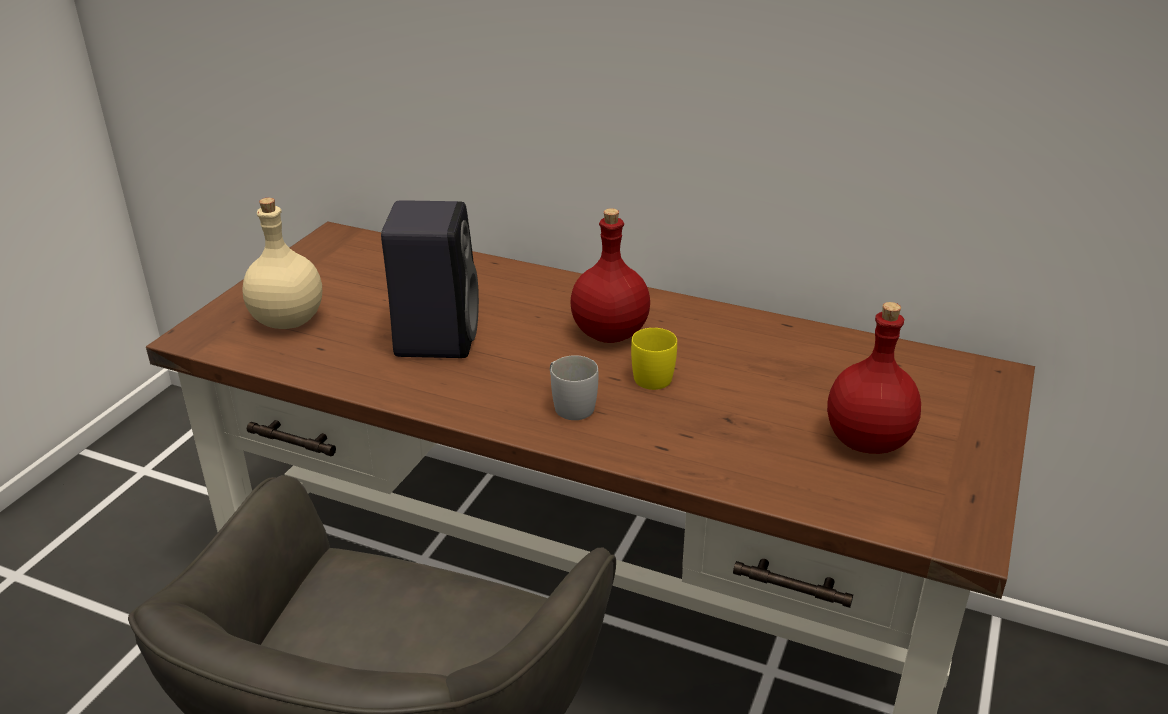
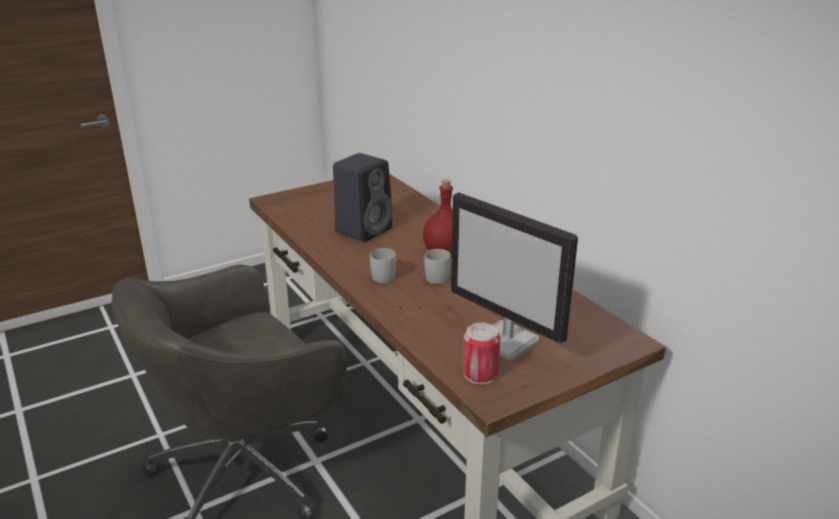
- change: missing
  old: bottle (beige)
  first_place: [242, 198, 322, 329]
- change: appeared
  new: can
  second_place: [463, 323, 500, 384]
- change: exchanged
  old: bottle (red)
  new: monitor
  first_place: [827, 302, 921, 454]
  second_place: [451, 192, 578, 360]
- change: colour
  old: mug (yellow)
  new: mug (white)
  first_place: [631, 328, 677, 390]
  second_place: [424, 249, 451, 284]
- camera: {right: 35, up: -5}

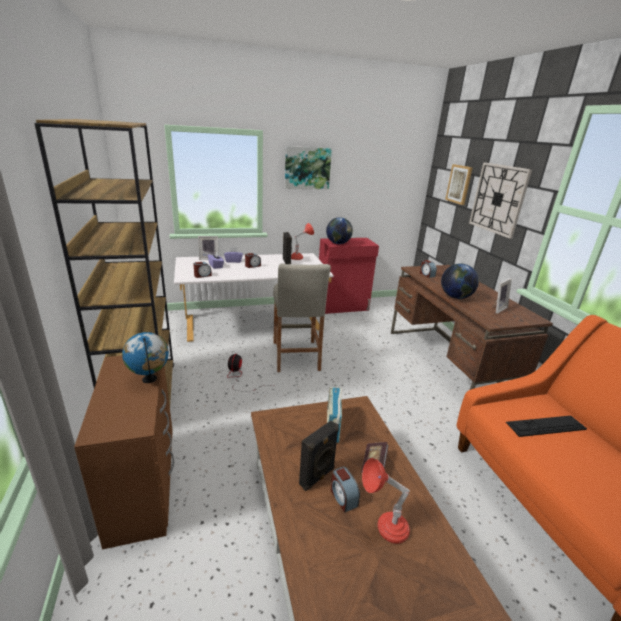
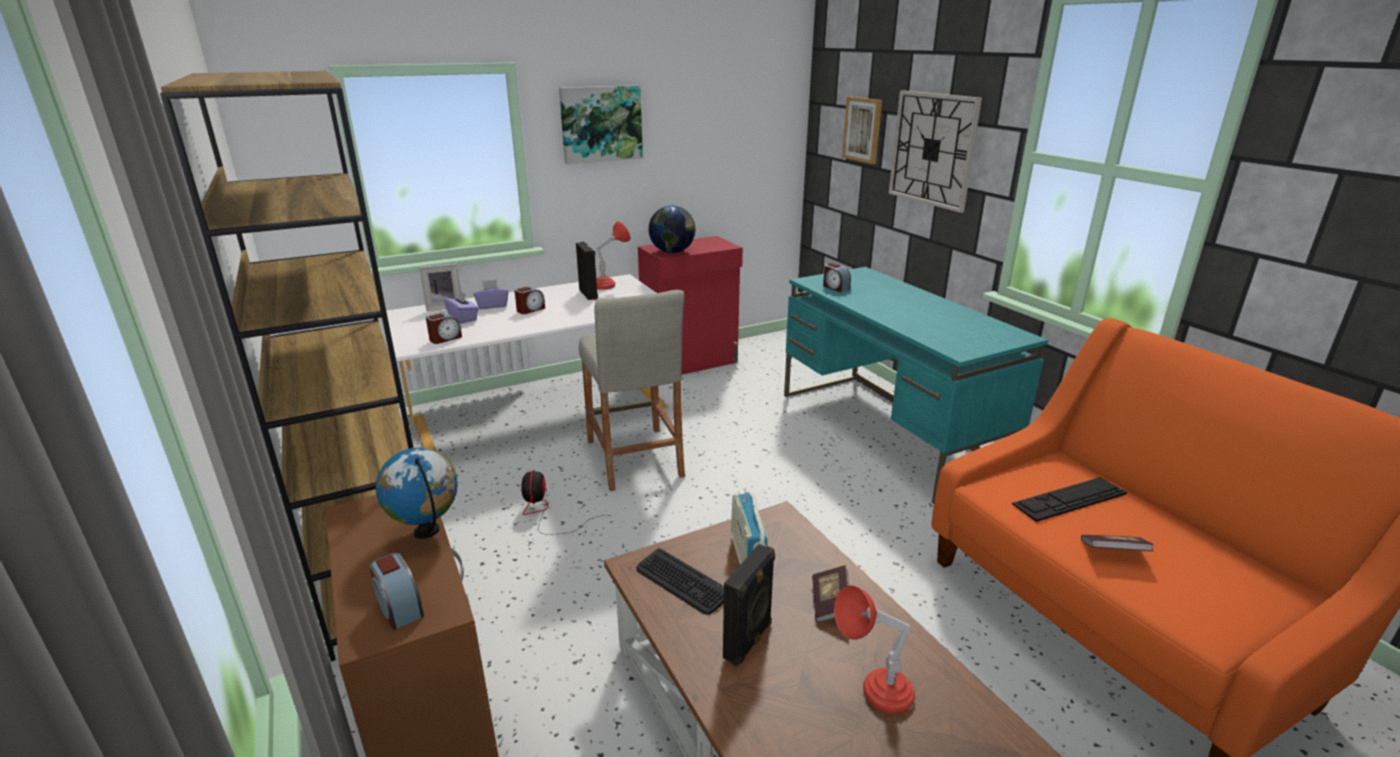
- change: missing
  old: globe
  first_place: [441, 264, 479, 299]
- change: missing
  old: picture frame
  first_place: [492, 278, 512, 314]
- change: appeared
  new: keyboard
  second_place: [636, 548, 724, 615]
- change: appeared
  new: book
  second_place: [1081, 535, 1154, 551]
- change: relocated
  old: alarm clock
  first_place: [331, 467, 360, 513]
  second_place: [369, 553, 424, 630]
- change: colour
  old: desk (brown)
  new: desk (turquoise)
  first_place: [391, 265, 553, 390]
  second_place: [784, 267, 1048, 504]
- camera: {right: -10, up: 0}

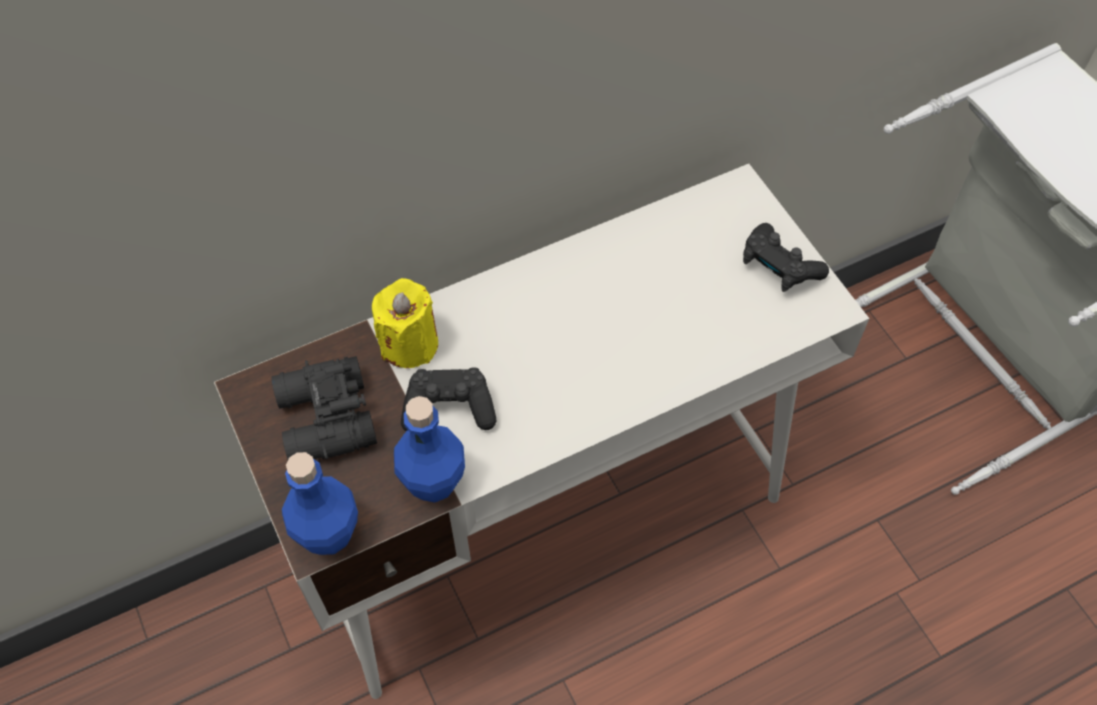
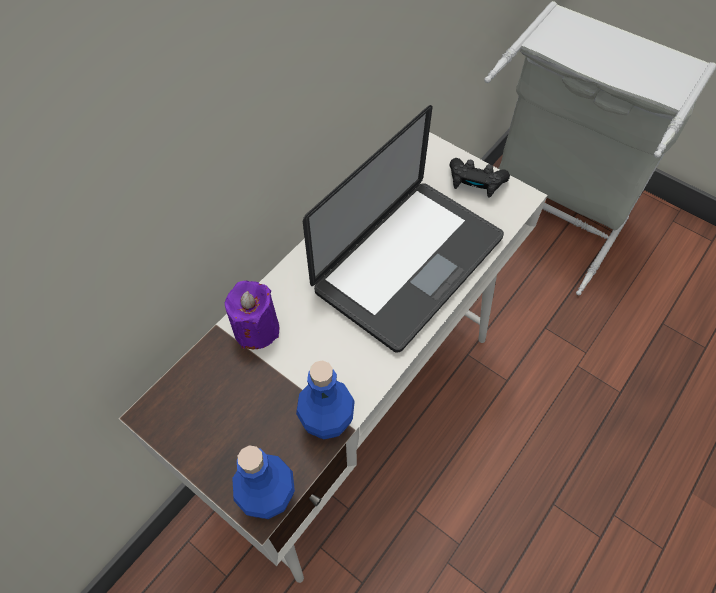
- change: missing
  old: binoculars (black)
  first_place: [271, 356, 377, 460]
- change: missing
  old: game controller (black)
  first_place: [401, 367, 496, 431]
- change: appeared
  new: laptop
  second_place: [303, 105, 504, 353]
- change: colour
  old: candle (yellow)
  new: candle (purple)
  first_place: [372, 278, 438, 368]
  second_place: [225, 281, 279, 349]
- camera: {right: -25, up: 0}

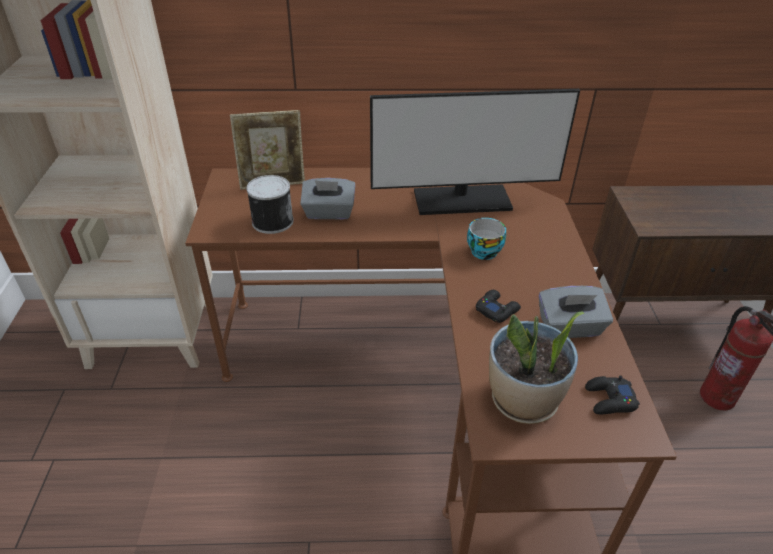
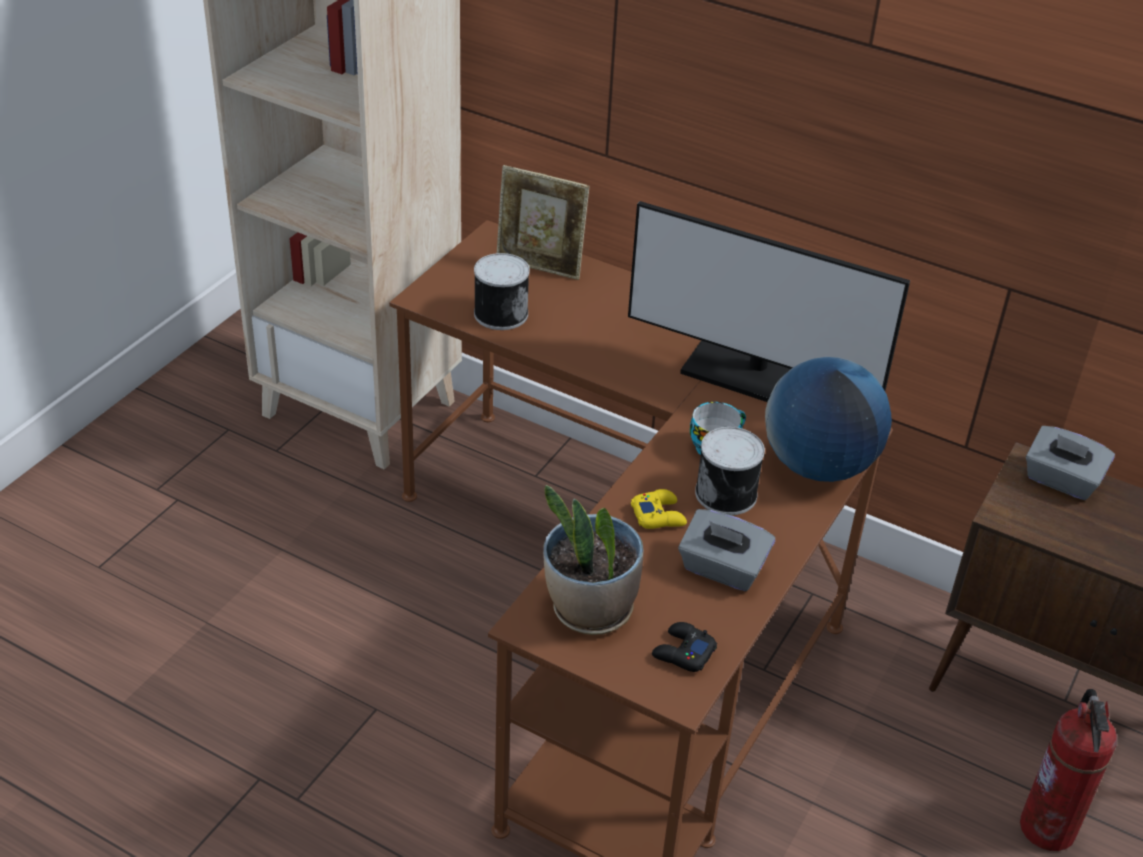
- change: appeared
  new: can
  second_place: [695, 427, 765, 515]
- change: appeared
  new: globe
  second_place: [765, 357, 892, 482]
- change: relocated
  old: tissue box (grey)
  first_place: [300, 178, 355, 220]
  second_place: [1026, 426, 1115, 500]
- change: colour
  old: game controller (black)
  new: game controller (yellow)
  first_place: [476, 290, 521, 323]
  second_place: [631, 489, 687, 529]
- camera: {right: 30, up: 0}

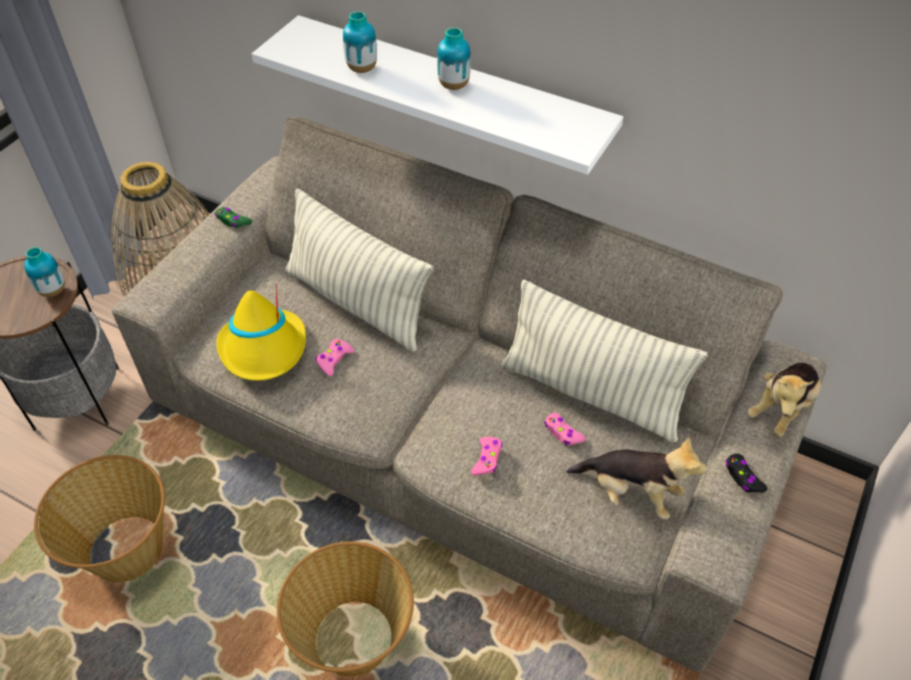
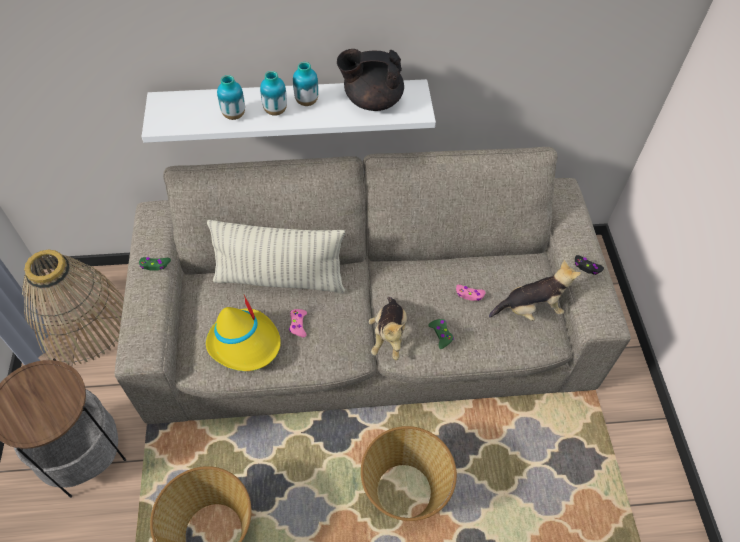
- change: missing
  old: pillow
  first_place: [501, 280, 708, 443]
- change: appeared
  new: teapot (black)
  second_place: [337, 49, 404, 111]
- change: relocated
  old: vase
  first_place: [24, 247, 65, 297]
  second_place: [260, 71, 287, 116]
- change: relocated
  old: plush toy
  first_place: [747, 363, 821, 437]
  second_place: [369, 297, 407, 360]
- change: colour
  old: game controller (pink)
  new: game controller (green)
  first_place: [471, 437, 503, 475]
  second_place: [428, 319, 454, 349]
- camera: {right: -35, up: 5}

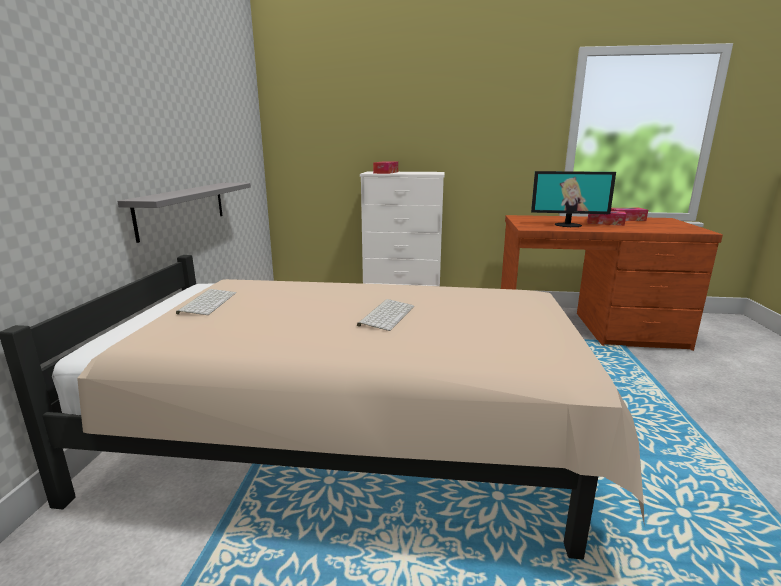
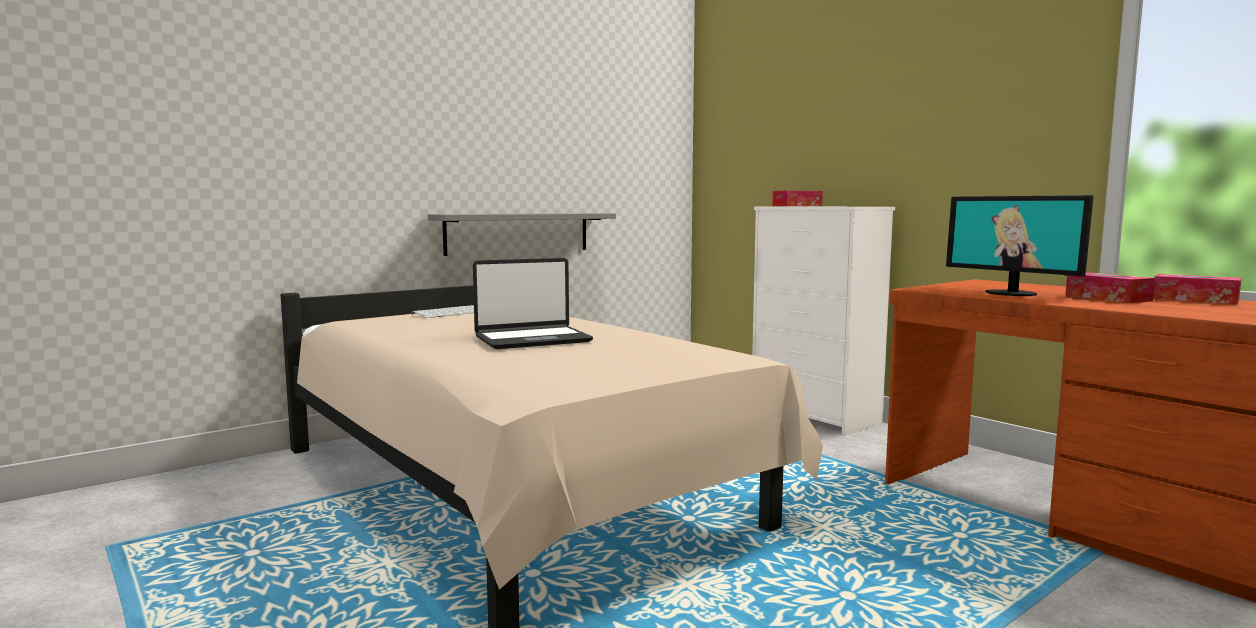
- change: exchanged
  old: keyboard
  new: laptop
  first_place: [357, 299, 414, 331]
  second_place: [473, 258, 593, 349]
- camera: {right: 45, up: -10}

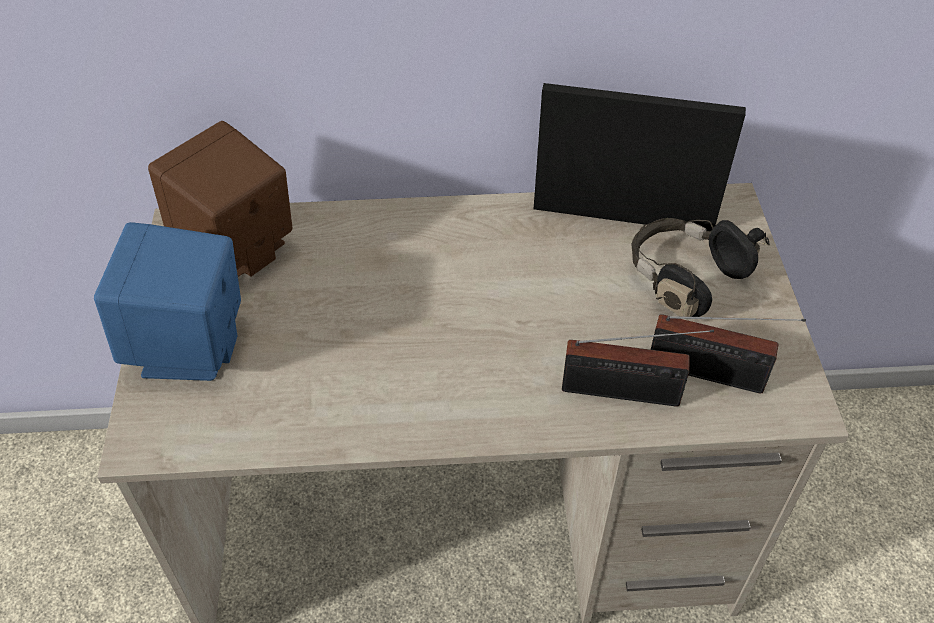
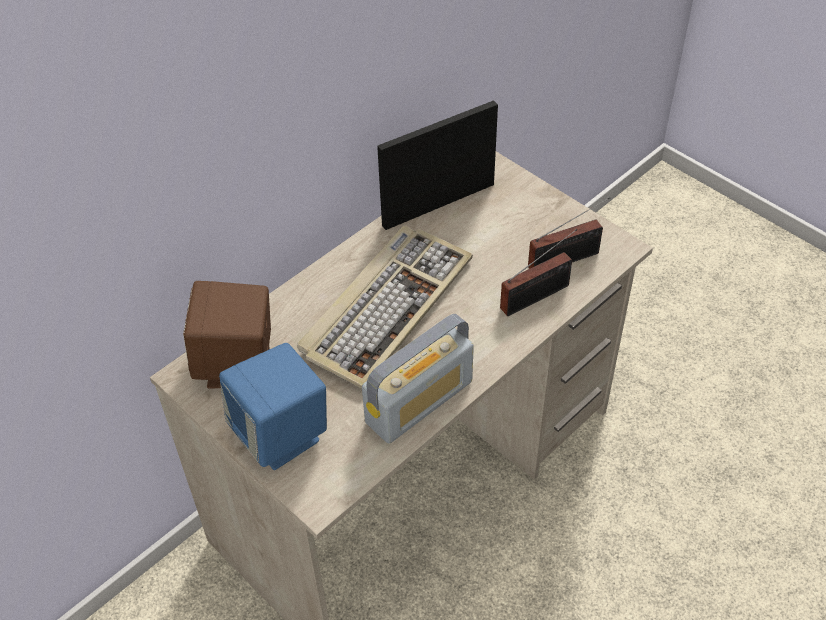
- change: missing
  old: headphones (black)
  first_place: [631, 218, 770, 317]
- change: appeared
  new: keyboard
  second_place: [297, 225, 473, 389]
- change: appeared
  new: radio
  second_place: [362, 313, 474, 443]
- camera: {right: -40, up: 0}

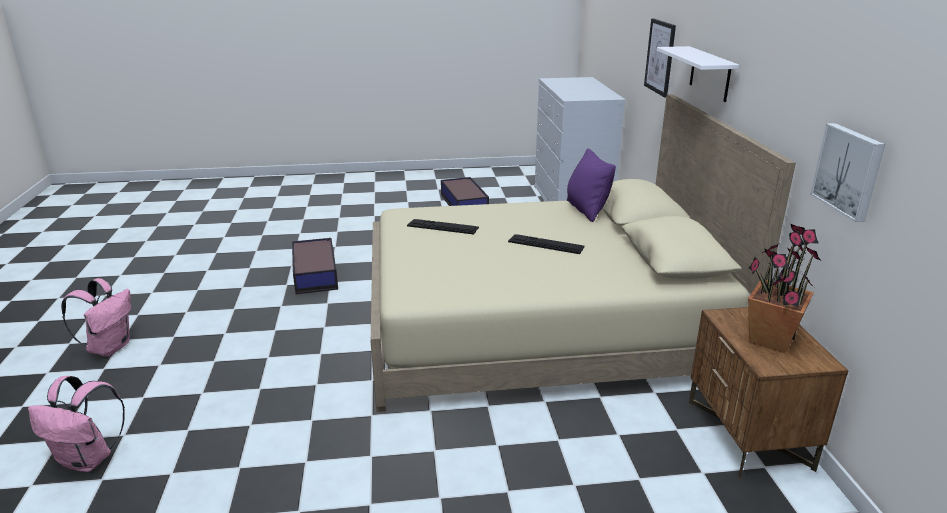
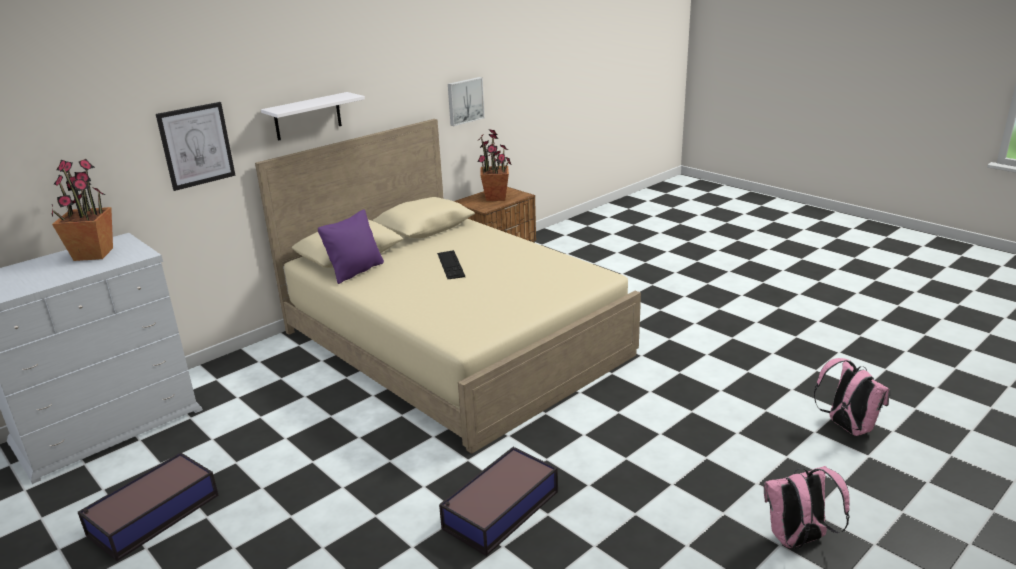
- change: missing
  old: keyboard
  first_place: [407, 219, 479, 234]
- change: appeared
  new: potted plant
  second_place: [52, 159, 113, 261]
- camera: {right: -125, up: 0}

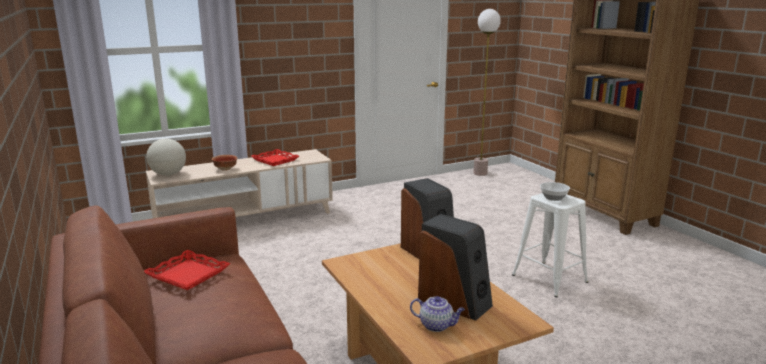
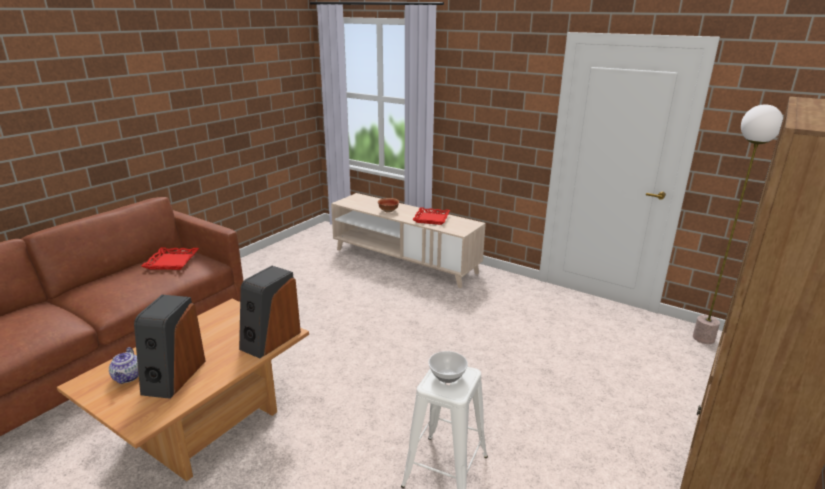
- change: missing
  old: globe
  first_place: [146, 138, 186, 176]
- camera: {right: 60, up: 5}

